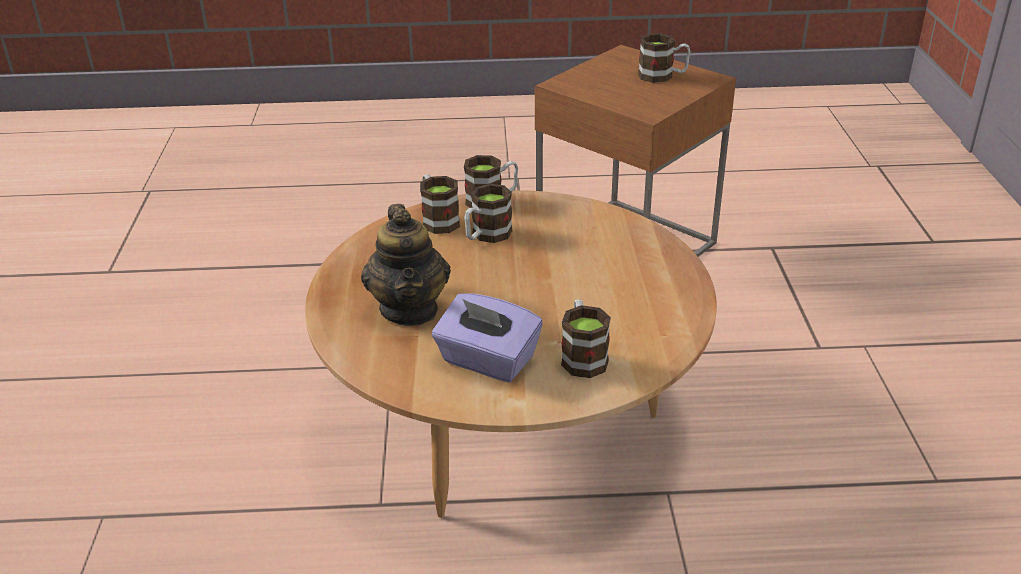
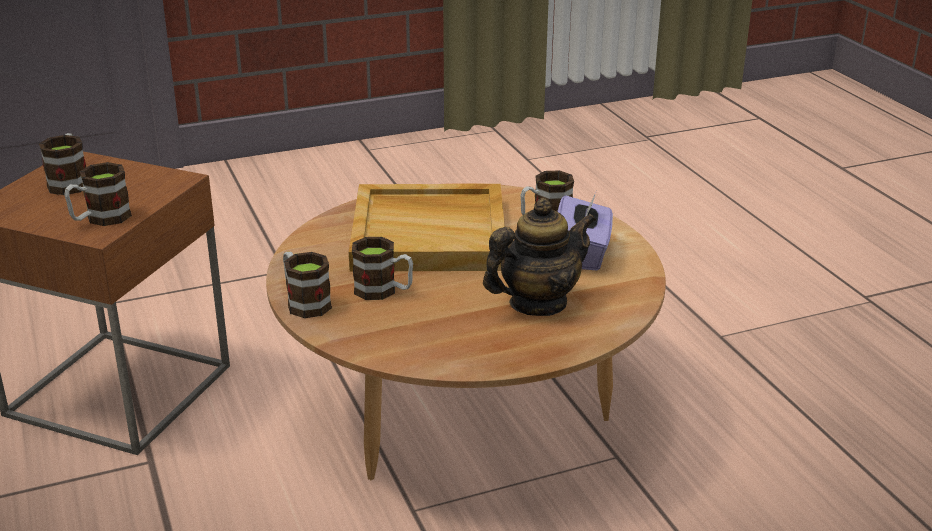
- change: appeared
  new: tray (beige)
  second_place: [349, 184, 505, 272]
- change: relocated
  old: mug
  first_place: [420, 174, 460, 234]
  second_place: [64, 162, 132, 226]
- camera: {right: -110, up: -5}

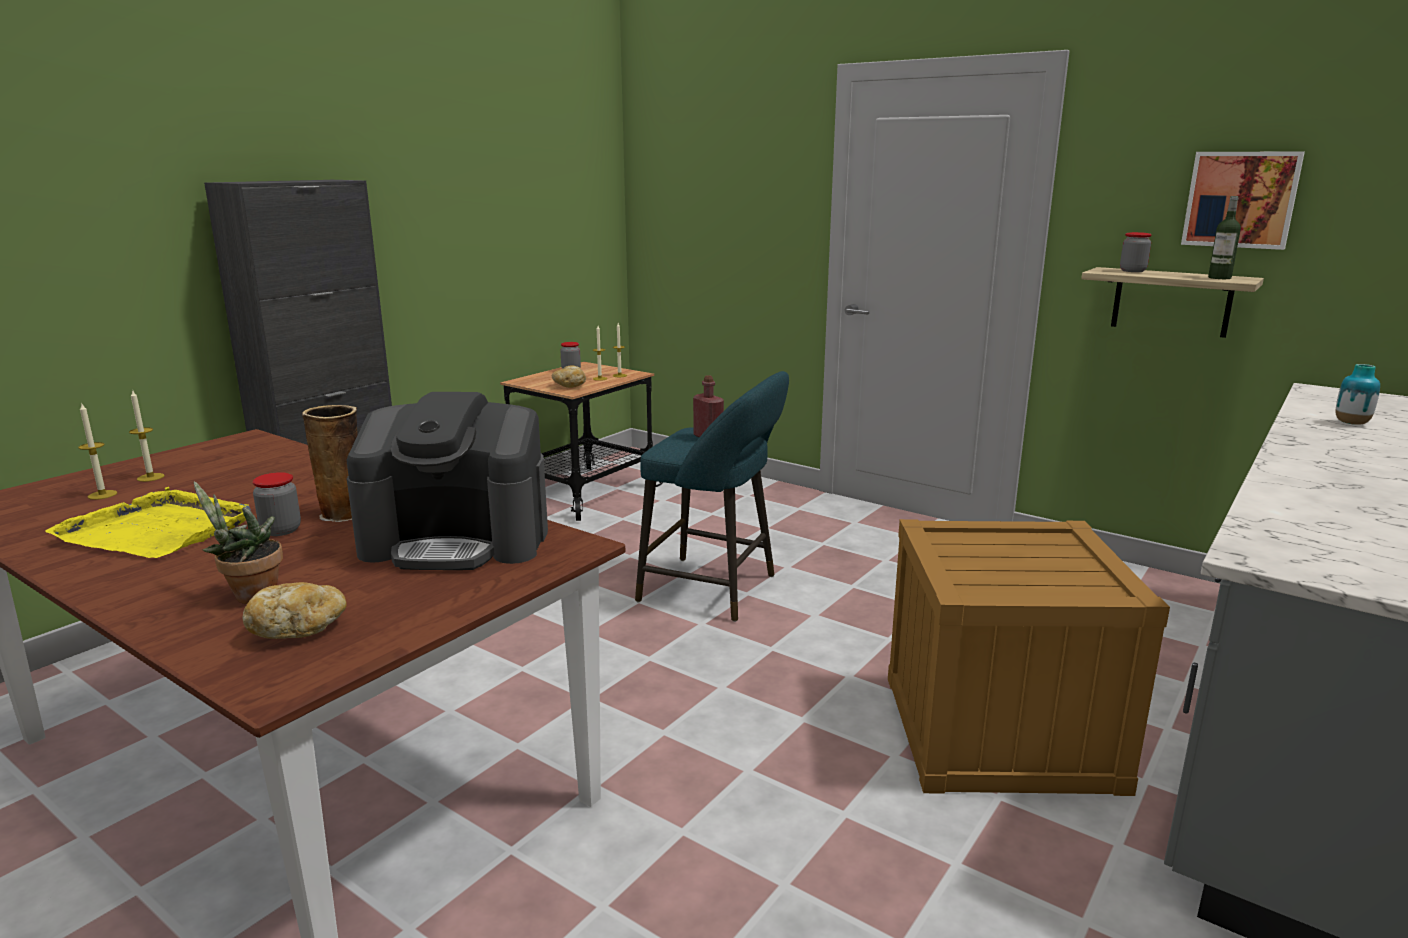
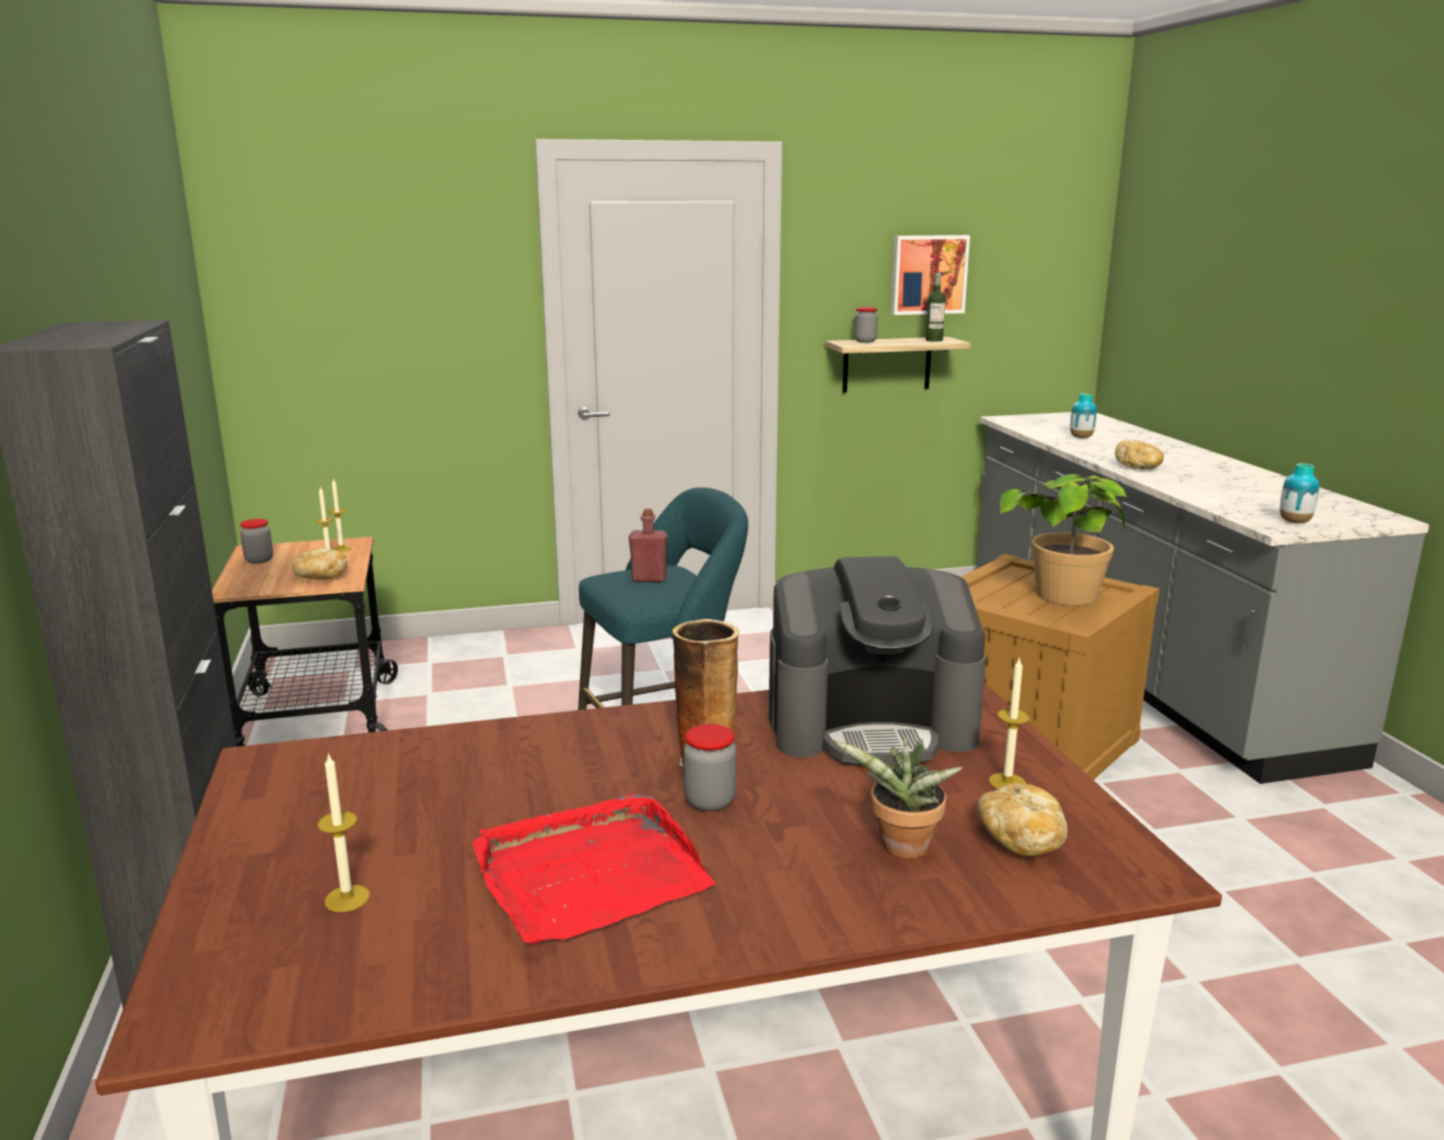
- change: appeared
  new: potted plant
  second_place: [1000, 474, 1128, 605]
- change: appeared
  new: bread
  second_place: [1115, 440, 1164, 469]
- change: appeared
  new: vase
  second_place: [1280, 463, 1319, 523]
- change: relocated
  old: candle
  first_place: [129, 389, 165, 482]
  second_place: [989, 657, 1030, 789]
- change: colour
  old: tray (yellow)
  new: tray (red)
  first_place: [45, 487, 251, 558]
  second_place: [472, 794, 715, 945]
- change: spun
  old: coffee machine
  first_place: [346, 392, 548, 570]
  second_place: [769, 556, 986, 765]
  degrees: 45
- camera: {right: -50, up: 0}

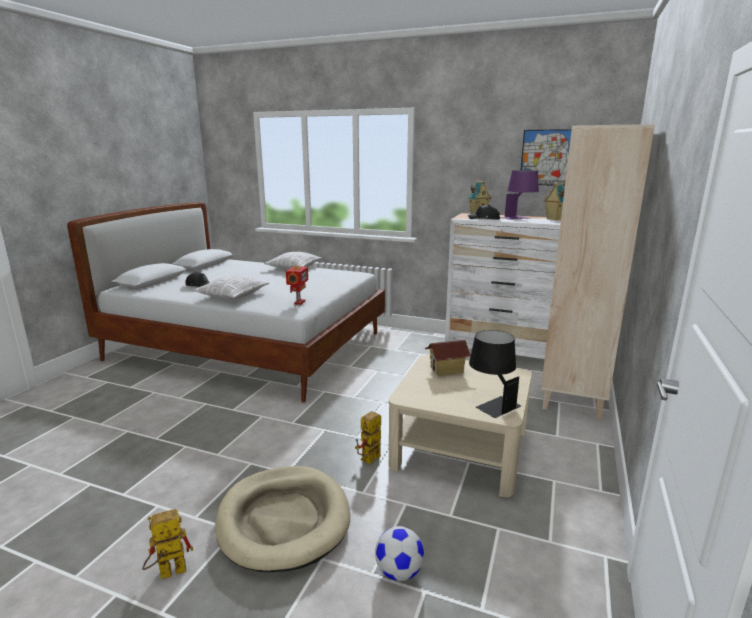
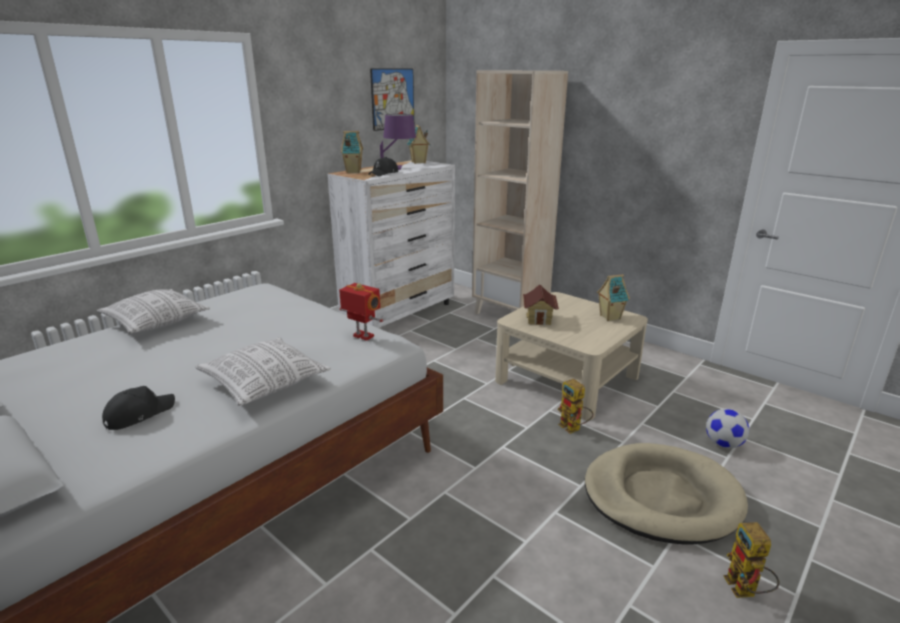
- change: exchanged
  old: table lamp (black)
  new: toy house
  first_place: [469, 330, 521, 418]
  second_place: [597, 274, 630, 321]
- camera: {right: -70, up: 5}

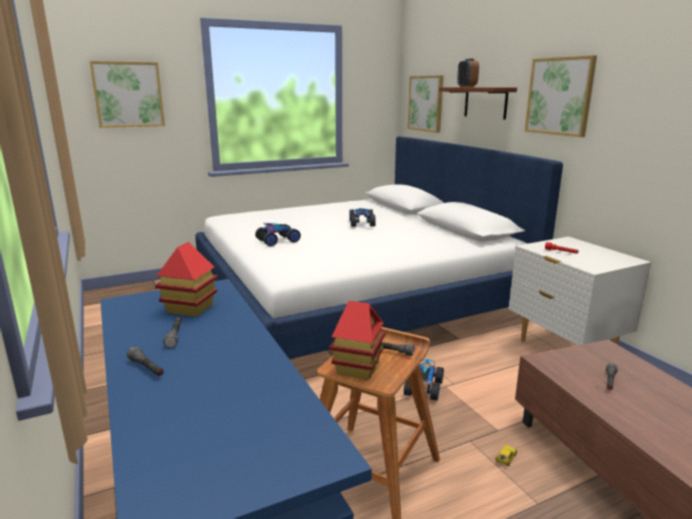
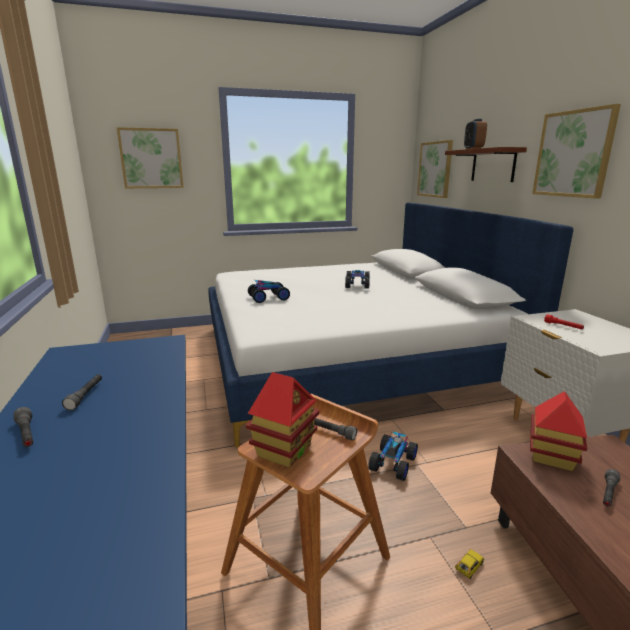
- change: relocated
  old: toy house
  first_place: [155, 242, 218, 317]
  second_place: [530, 391, 588, 471]
- camera: {right: 10, up: 0}

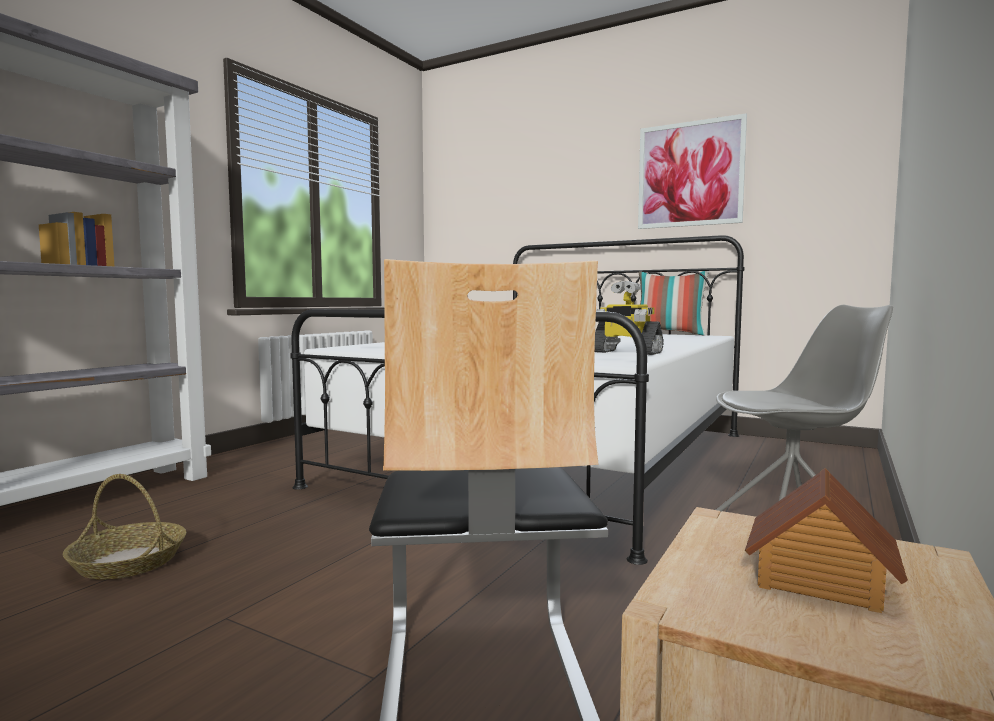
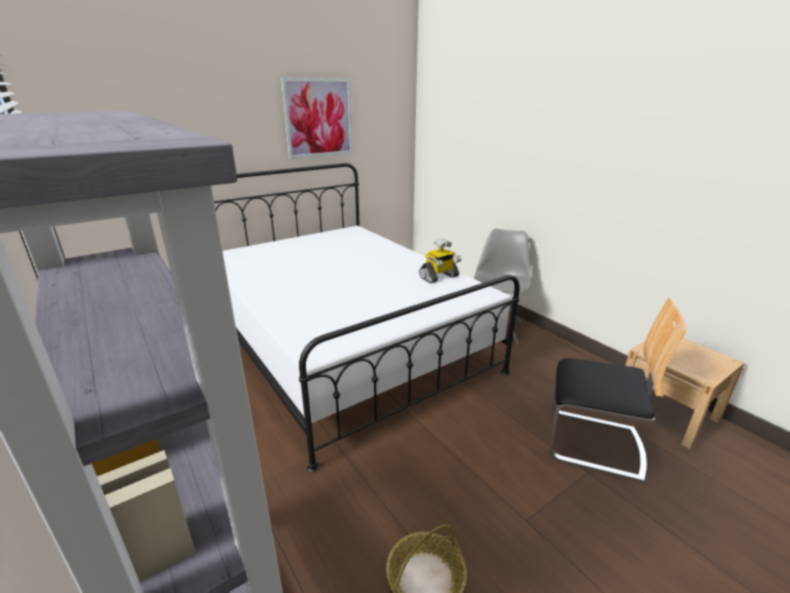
- change: missing
  old: pillow
  first_place: [639, 271, 709, 336]
- change: missing
  old: toy house
  first_place: [745, 468, 908, 613]
- camera: {right: -65, up: 20}

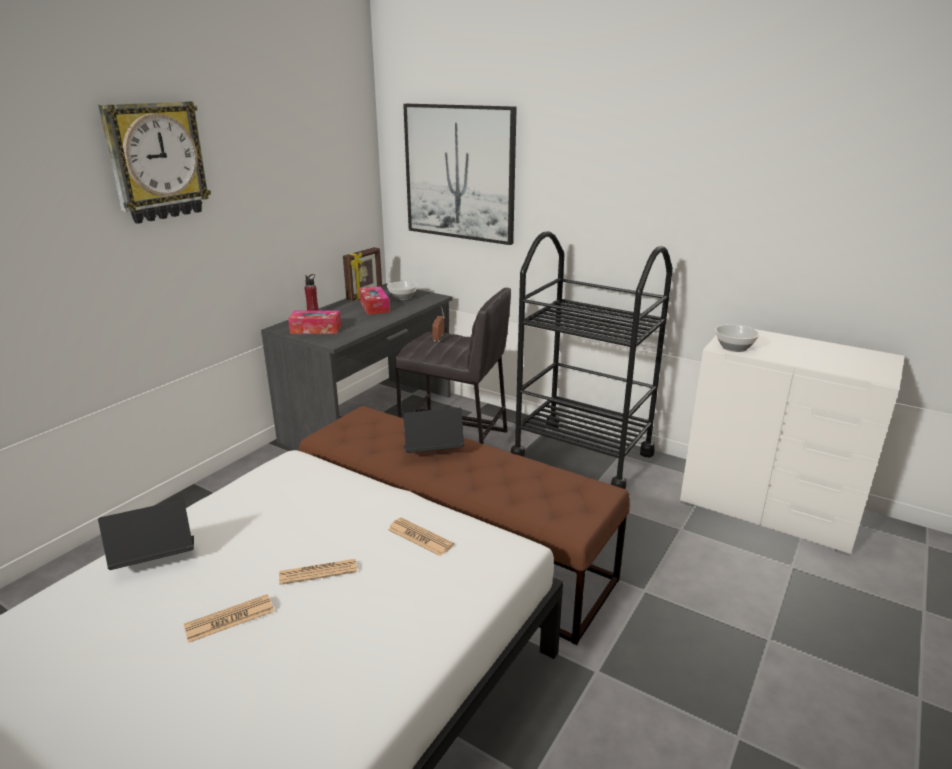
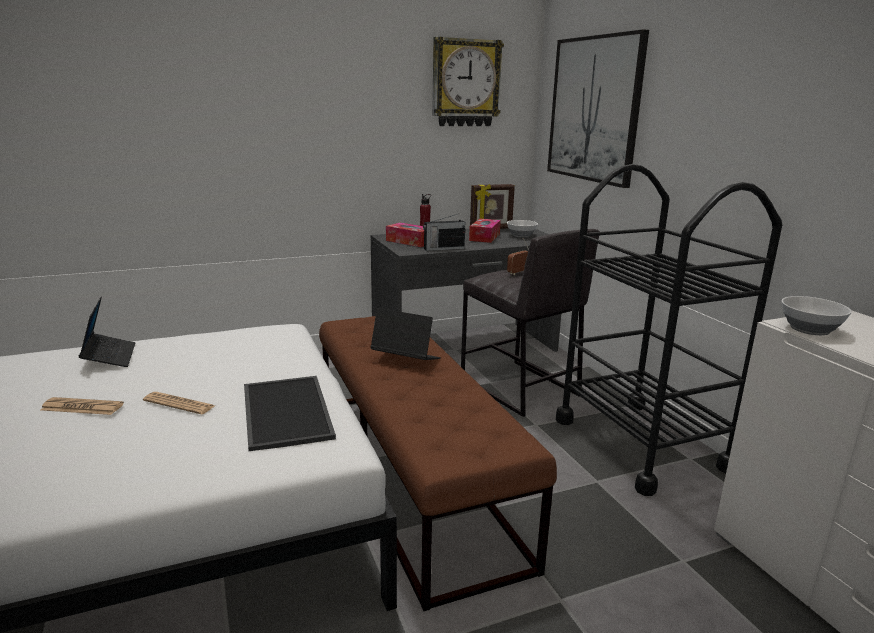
- change: appeared
  new: radio
  second_place: [423, 214, 465, 251]
- change: relocated
  old: wall clock
  first_place: [98, 101, 211, 224]
  second_place: [432, 37, 504, 126]
- change: exchanged
  old: newspaper
  new: tray
  first_place: [388, 518, 454, 557]
  second_place: [244, 376, 336, 451]
- change: spun
  old: laptop
  first_place: [98, 500, 194, 570]
  second_place: [79, 296, 135, 367]
  degrees: 60
- camera: {right: 35, up: -5}

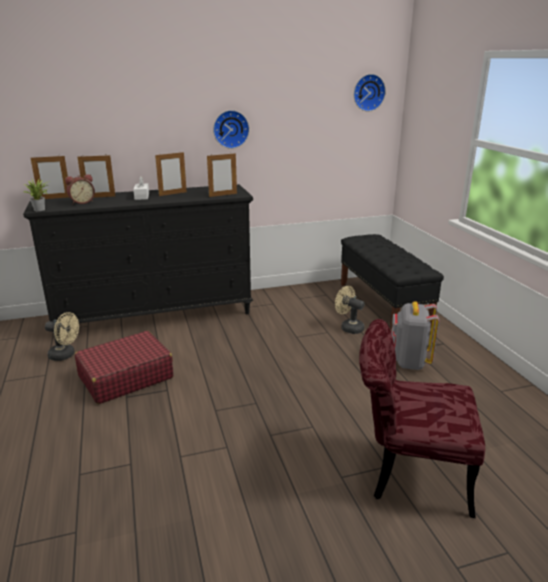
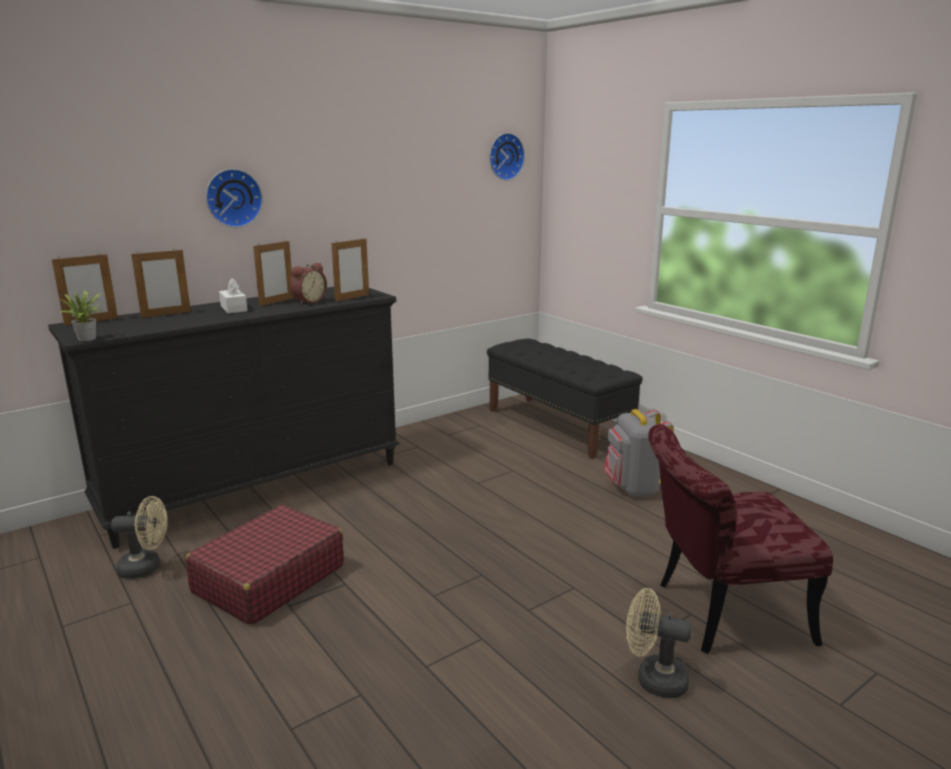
- change: relocated
  old: alarm clock
  first_place: [65, 174, 95, 204]
  second_place: [290, 262, 327, 305]
- change: relocated
  old: wall clock
  first_place: [213, 110, 249, 149]
  second_place: [206, 169, 263, 228]
- change: relocated
  old: fan (beige)
  first_place: [335, 286, 364, 334]
  second_place: [626, 588, 692, 698]
- camera: {right: -20, up: -5}

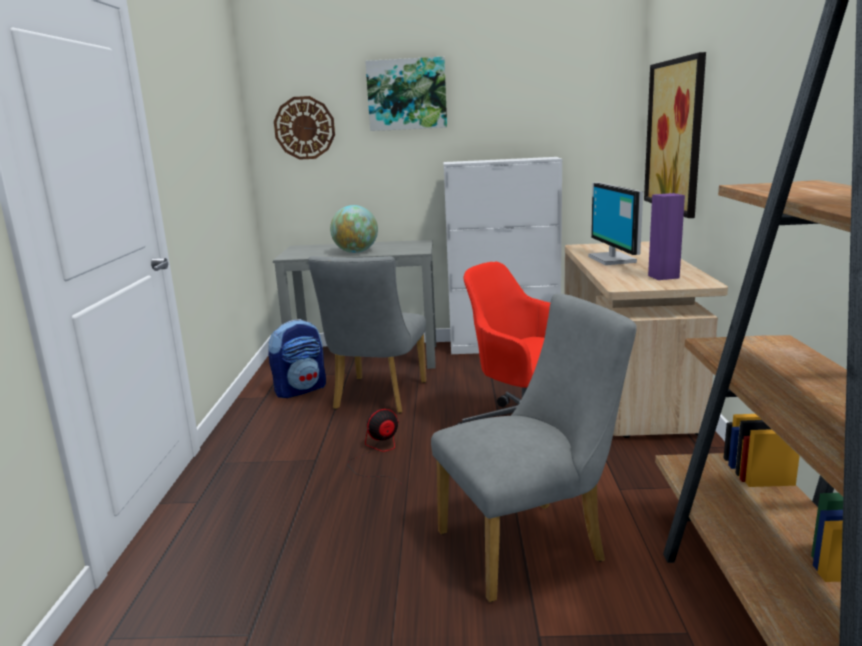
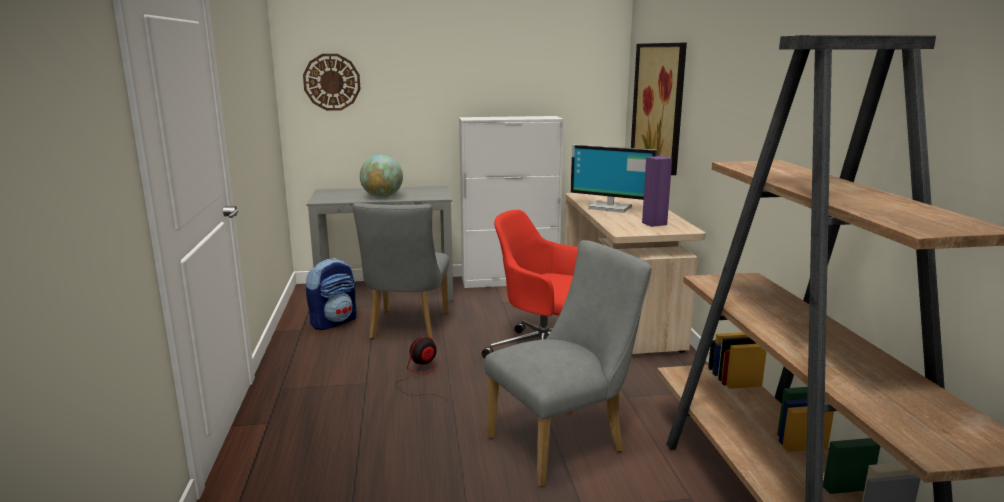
- change: missing
  old: picture
  first_place: [365, 57, 447, 131]
- change: spun
  old: monitor
  first_place: [588, 182, 643, 265]
  second_place: [571, 144, 658, 213]
  degrees: -45
- camera: {right: -10, up: 0}

